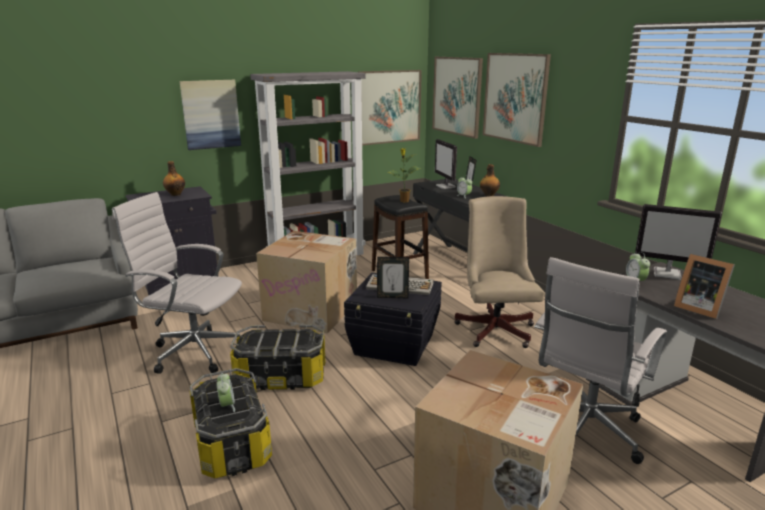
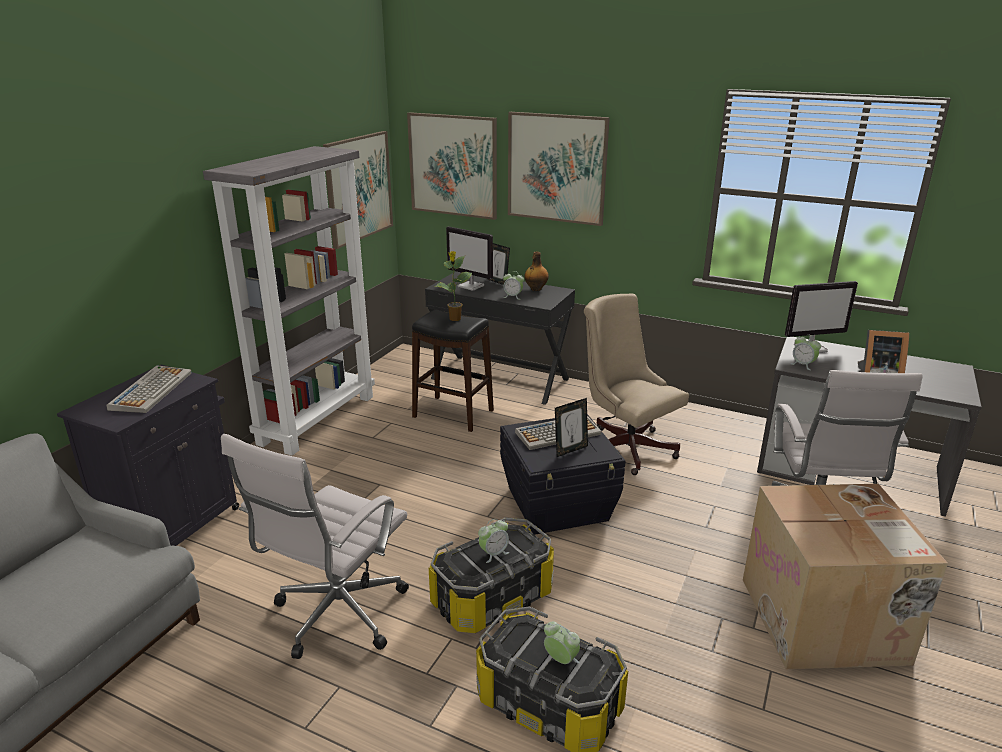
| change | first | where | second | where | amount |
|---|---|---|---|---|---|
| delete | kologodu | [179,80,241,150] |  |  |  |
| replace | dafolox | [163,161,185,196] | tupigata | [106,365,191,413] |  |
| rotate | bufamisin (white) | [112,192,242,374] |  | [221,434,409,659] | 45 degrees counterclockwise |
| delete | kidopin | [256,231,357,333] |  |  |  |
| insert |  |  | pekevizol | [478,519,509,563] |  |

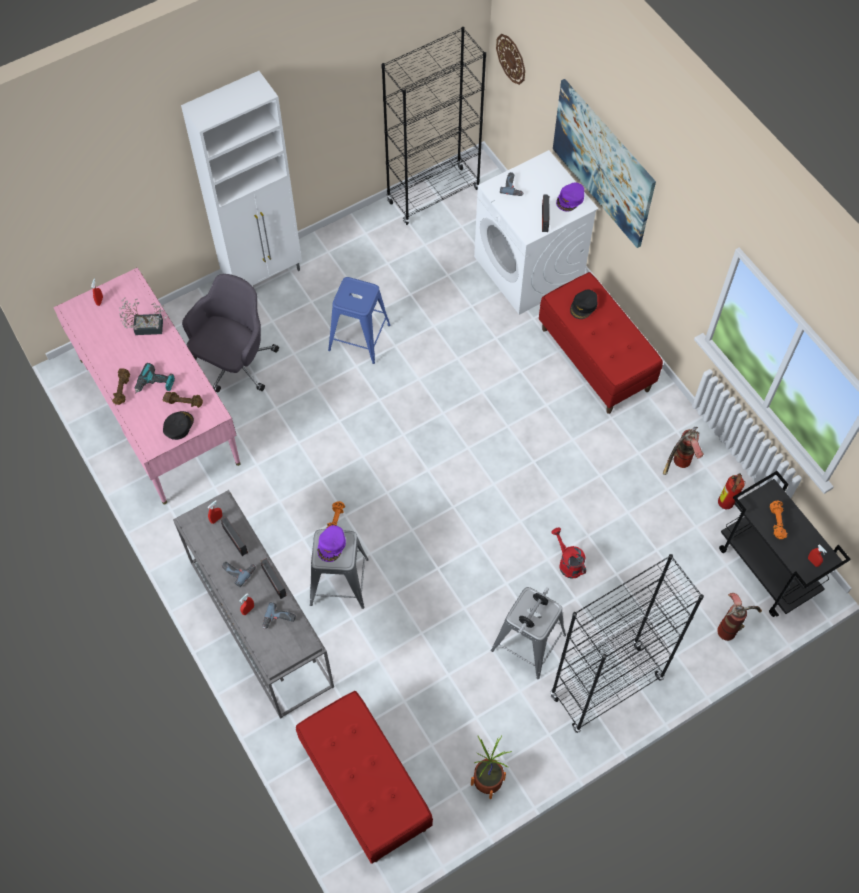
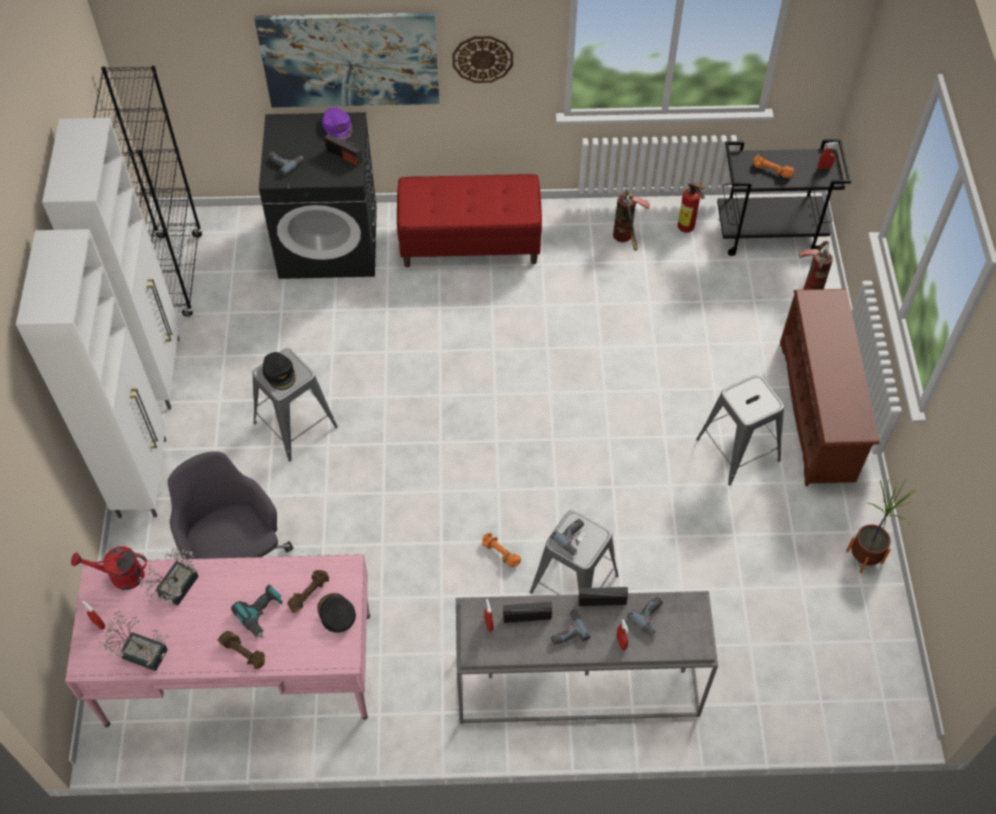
| change | first | where | second | where | amount |
|---|---|---|---|---|---|
| move | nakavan | [496,34,525,85] |  | [452,36,513,83] |  |
| recolor | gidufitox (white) | [474,150,599,315] | gidufitox (black) | [259,112,377,279] |  |
| recolor | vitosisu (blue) | [328,277,390,364] | vitosisu (grey) | [252,348,338,462] |  |
| move | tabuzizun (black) | [570,289,597,319] |  | [262,352,296,390] |  |
| replace | tabuzizun (purple) | [317,525,346,562] | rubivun | [550,519,584,555] |  |
| move | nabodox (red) | [551,528,586,579] |  | [71,546,147,590] |  |
| replace | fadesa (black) | [551,554,704,733] | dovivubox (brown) | [780,289,880,486] |  |
| delete | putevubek | [518,587,549,634] |  |  |  |
| delete | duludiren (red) | [296,691,433,864] |  |  |  |
| insert |  |  | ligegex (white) | [42,118,180,410] |  |
| insert |  |  | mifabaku | [99,611,170,671] |  |

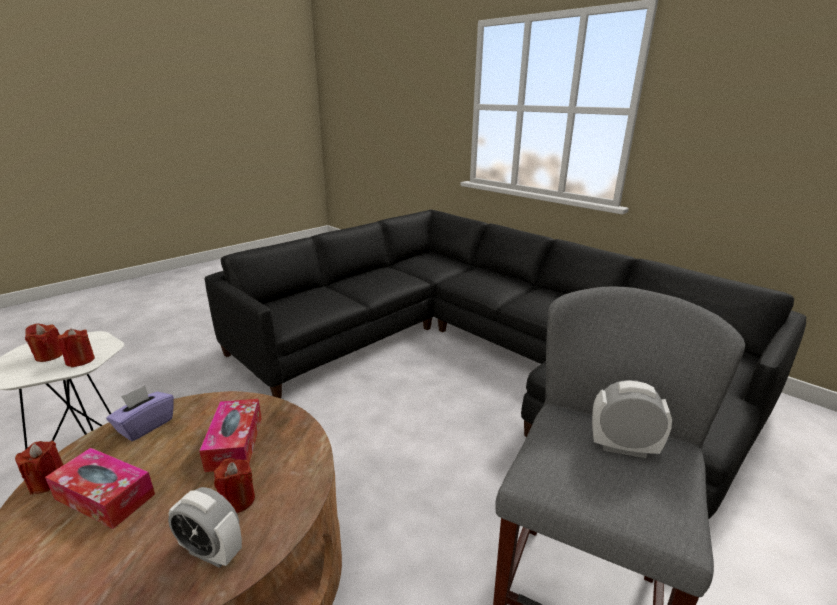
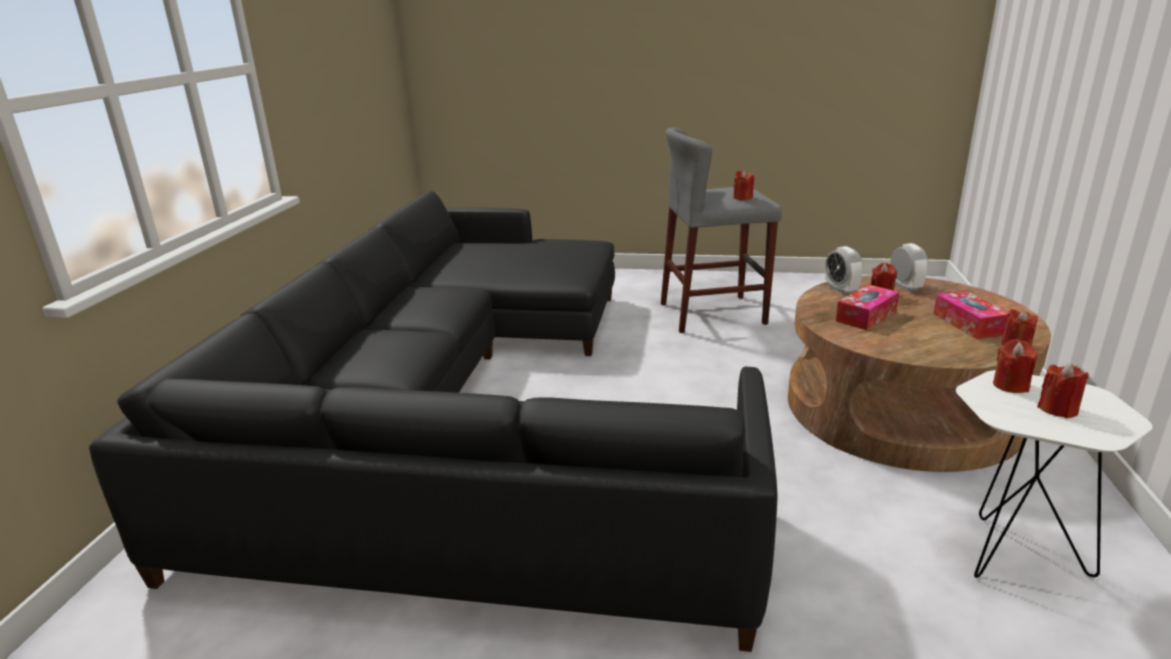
| change | first | where | second | where | amount |
|---|---|---|---|---|---|
| move | pekevizol | [592,380,672,458] |  | [825,246,863,294] |  |
| delete | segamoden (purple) | [106,385,174,441] |  |  |  |
| insert |  |  | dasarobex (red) | [733,170,754,200] |  |

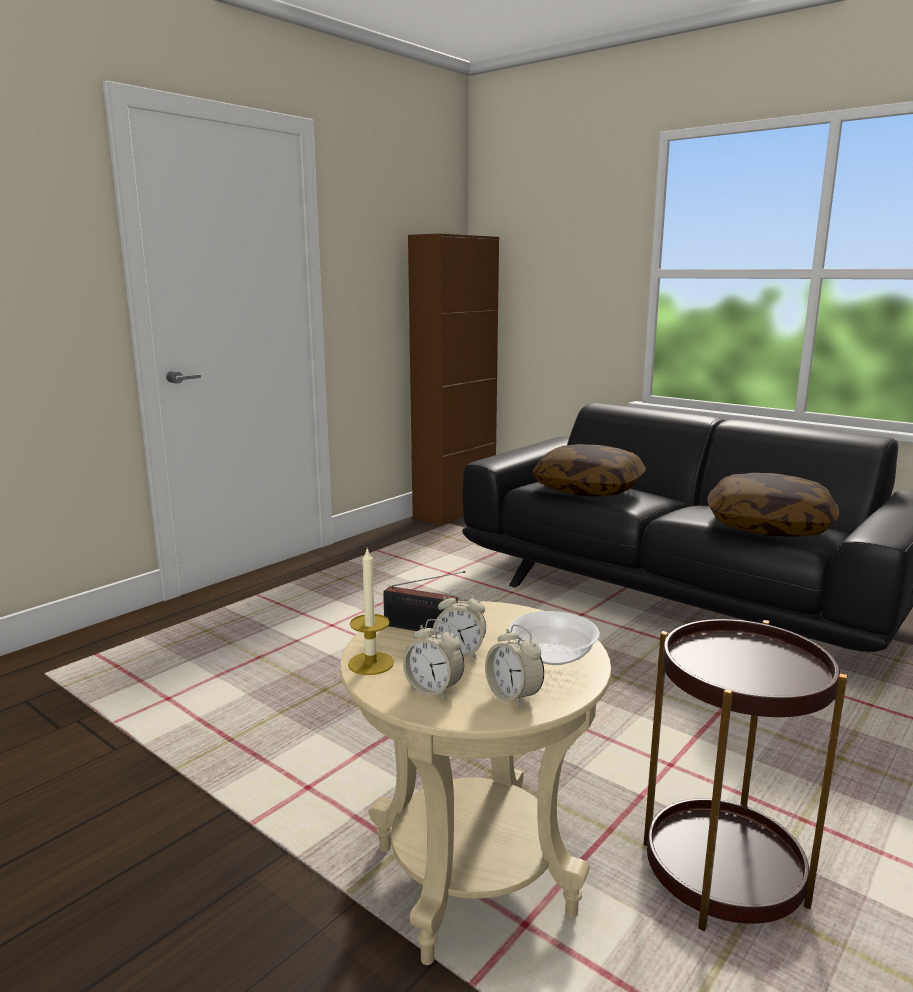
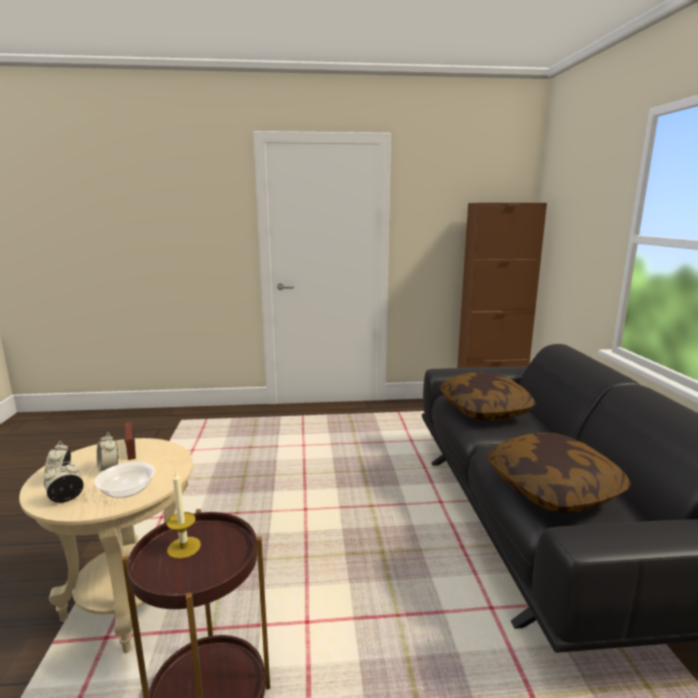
| change | first | where | second | where | amount |
|---|---|---|---|---|---|
| move | dasarobex | [348,548,394,675] |  | [167,470,201,559] |  |
| rotate | pekevizol | [485,624,544,708] |  | [44,462,84,503] | 45 degrees clockwise |

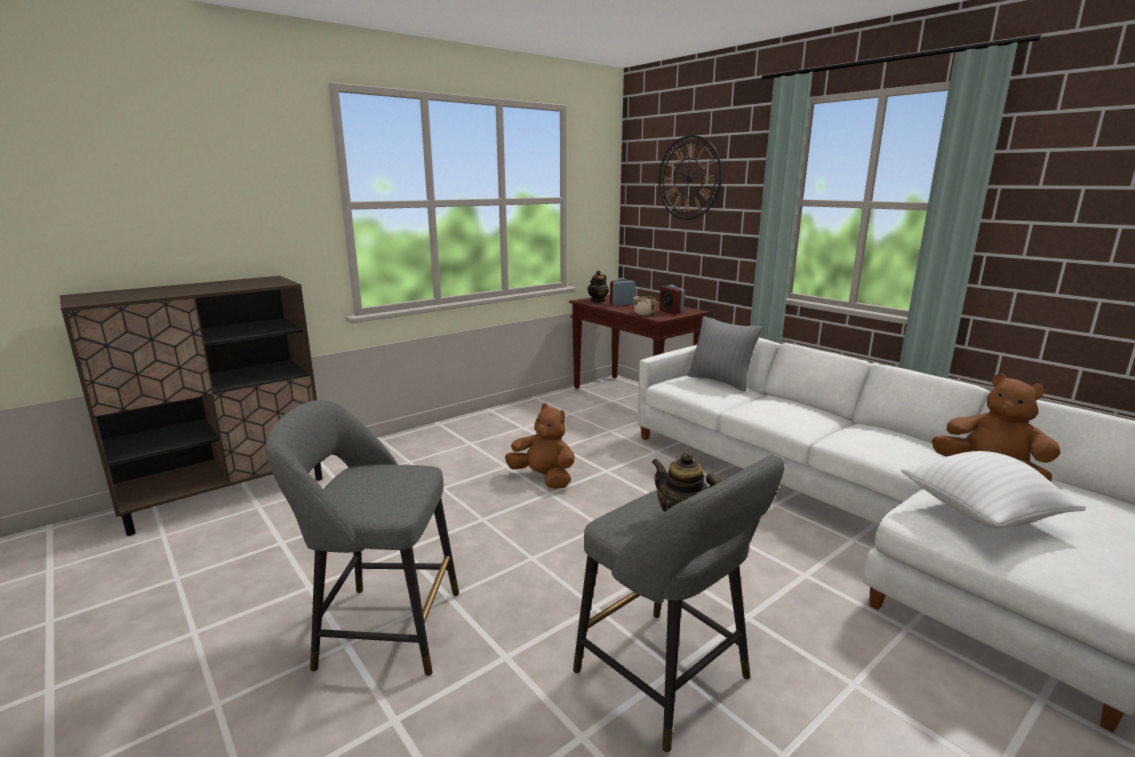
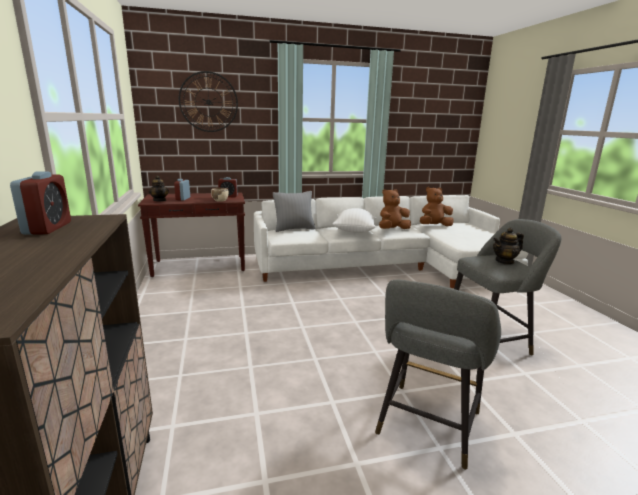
| change | first | where | second | where | amount |
|---|---|---|---|---|---|
| move | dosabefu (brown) | [505,403,575,489] |  | [379,189,411,229] |  |
| move | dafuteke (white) | [901,451,1086,528] |  | [333,208,377,233] |  |
| insert |  |  | pekevizol | [10,171,71,235] |  |

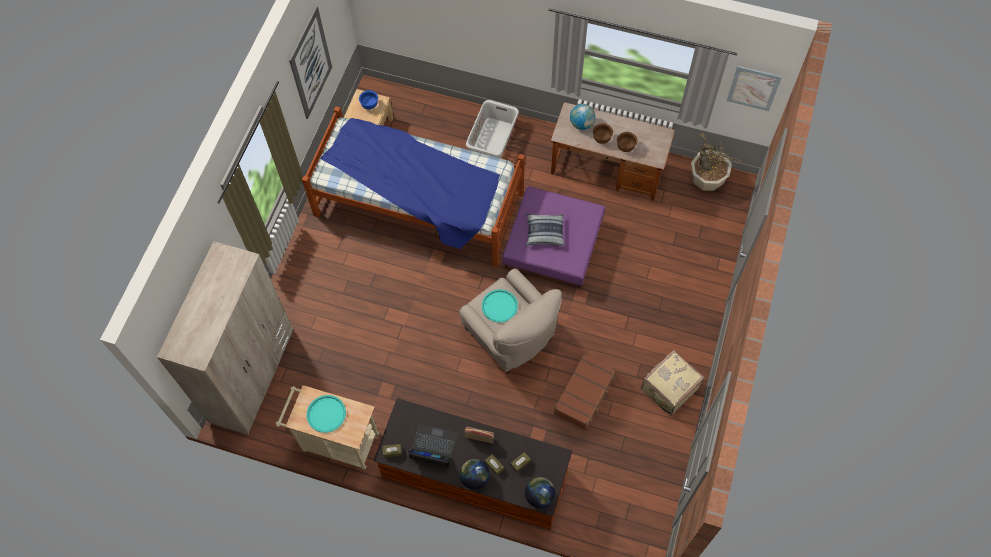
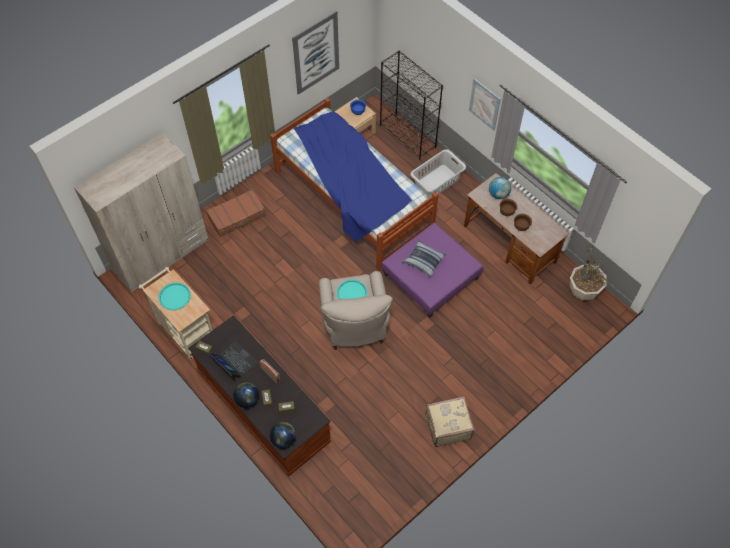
| change | first | where | second | where | amount |
|---|---|---|---|---|---|
| move | kologodu | [727,66,782,111] |  | [469,78,501,130] |  |
| move | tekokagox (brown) | [554,353,616,430] |  | [206,190,266,237] |  |
| insert |  |  | fadesa (black) | [380,50,443,160] |  |

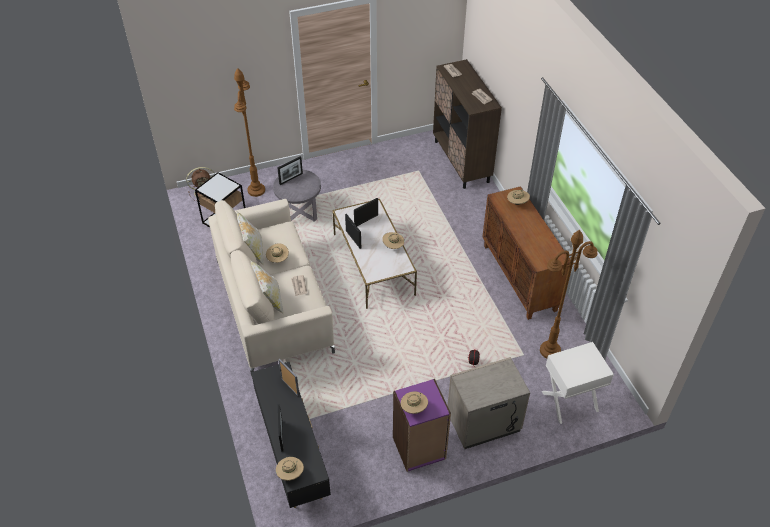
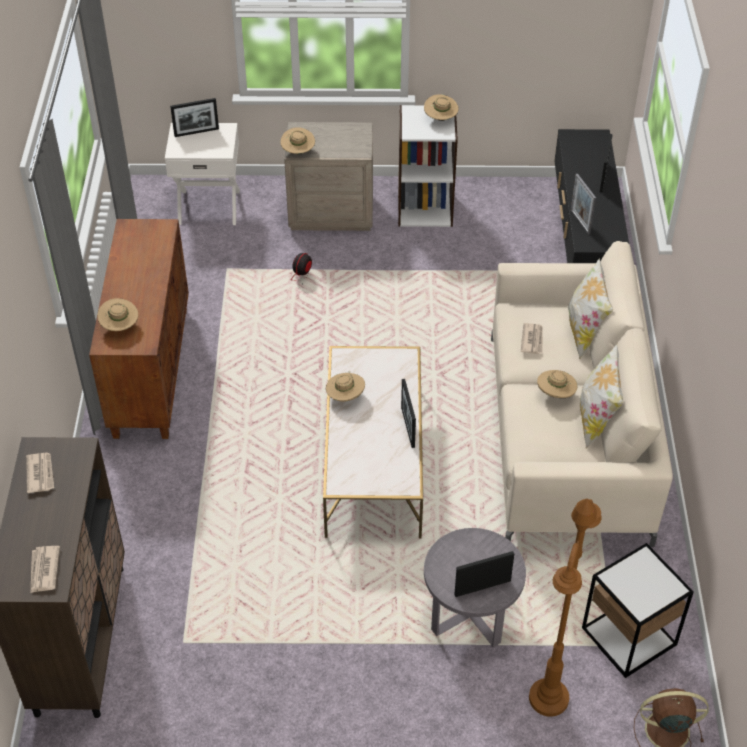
| change | first | where | second | where | amount |
|---|---|---|---|---|---|
| move | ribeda | [354,198,378,226] |  | [170,98,219,137] |  |
| delete | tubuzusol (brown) | [540,230,598,358] |  |  |  |
| recolor | fadesa (purple) | [393,379,451,472] | fadesa (white) | [398,105,458,227] |  |
| move | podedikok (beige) | [276,457,304,481] |  | [280,127,315,154] |  |

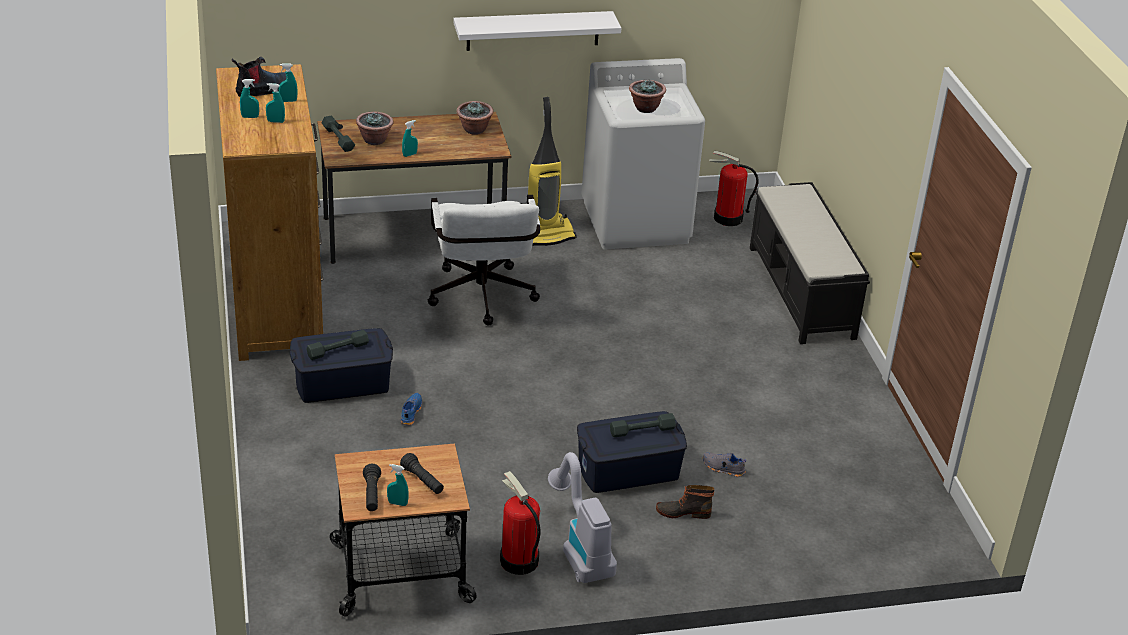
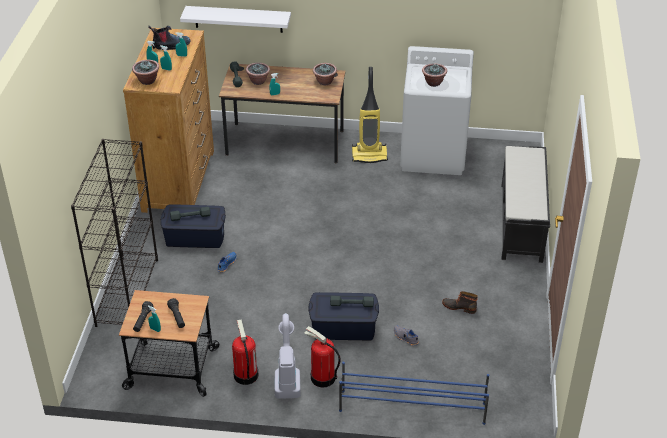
| change | first | where | second | where | amount |
|---|---|---|---|---|---|
| move | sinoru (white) | [453,11,621,51] |  | [180,6,291,33] |  |
| move | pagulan | [709,151,759,226] |  | [304,326,341,387] |  |
| delete | bufamisin (white) | [427,195,540,326] |  |  |  |
| move | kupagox | [656,485,715,519] |  | [442,291,478,314] |  |
| insert |  |  | mifabaku | [132,60,159,85] |  |
| insert |  |  | fadesa (black) | [71,139,158,327] |  |
| insert |  |  | dovivubox (blue) | [339,362,489,425] |  |

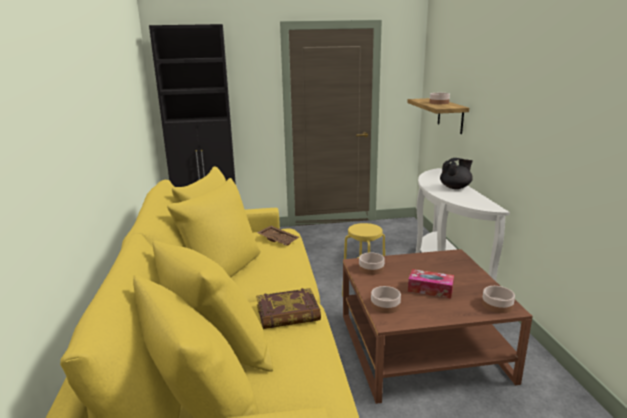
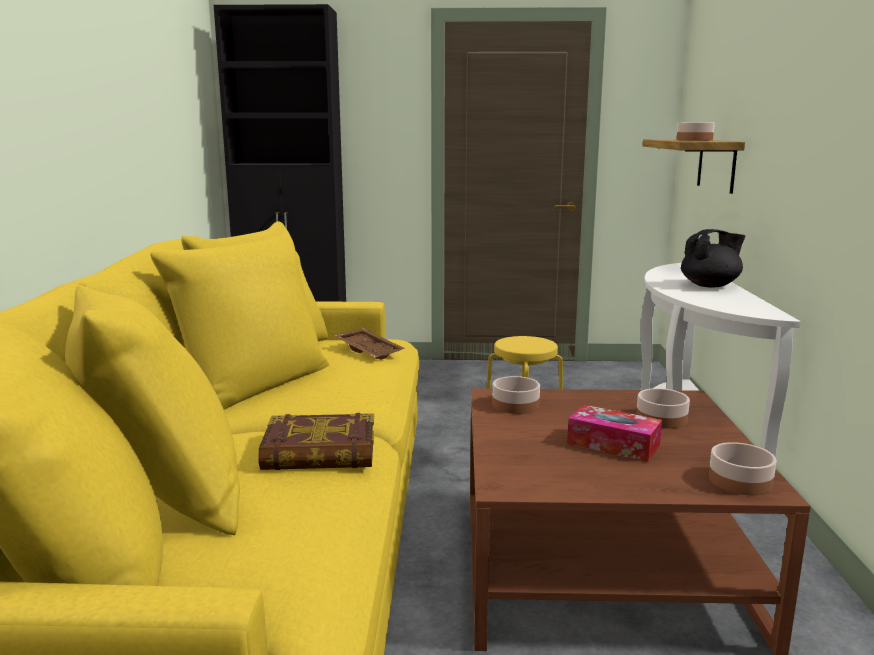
| change | first | where | second | where | amount |
|---|---|---|---|---|---|
| move | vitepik | [371,286,401,314] |  | [636,388,690,429] |  |

